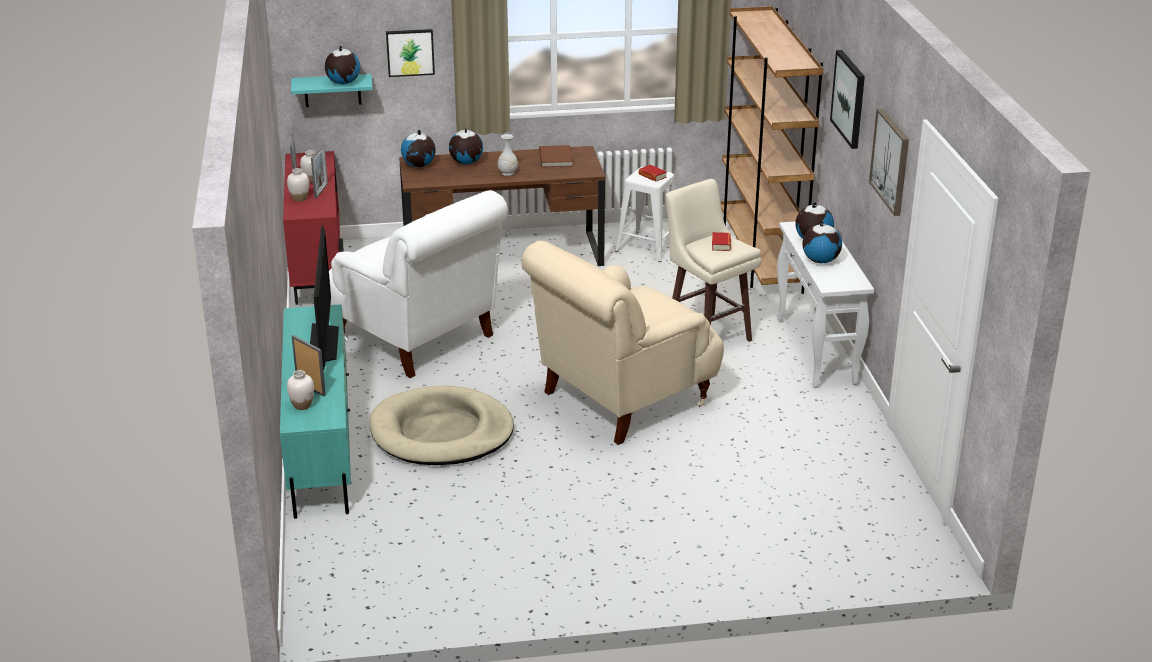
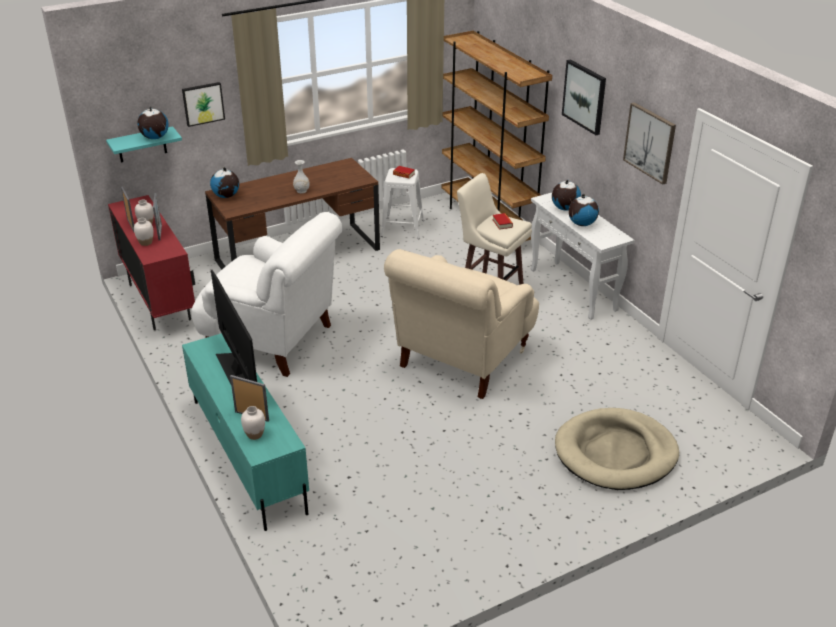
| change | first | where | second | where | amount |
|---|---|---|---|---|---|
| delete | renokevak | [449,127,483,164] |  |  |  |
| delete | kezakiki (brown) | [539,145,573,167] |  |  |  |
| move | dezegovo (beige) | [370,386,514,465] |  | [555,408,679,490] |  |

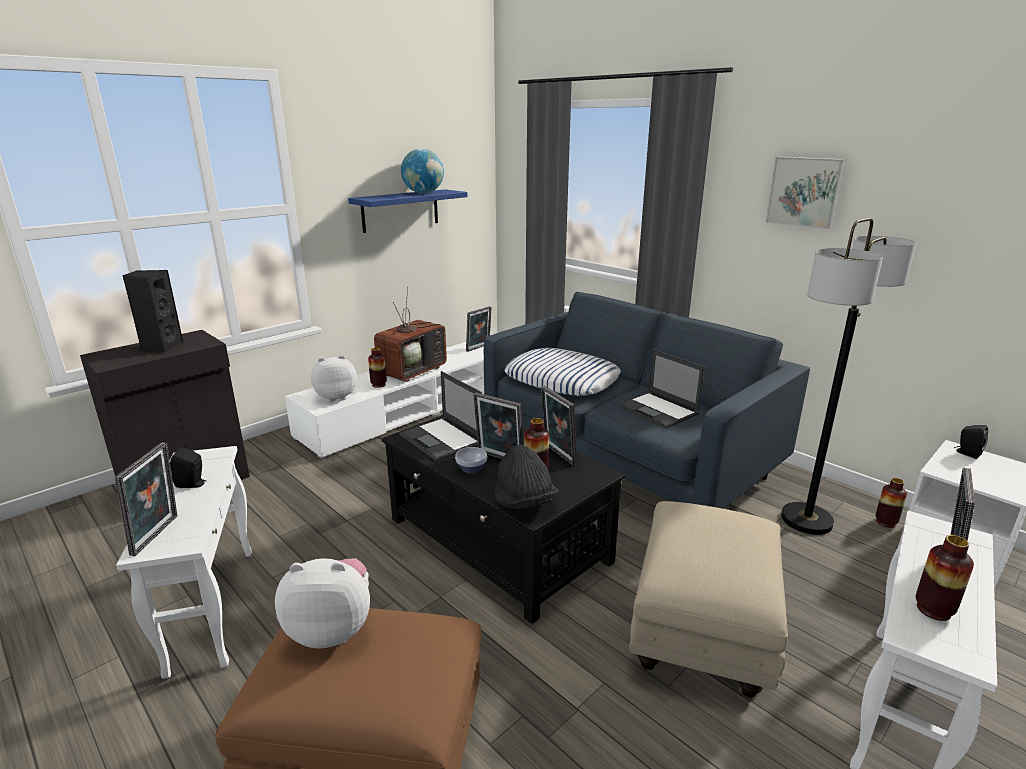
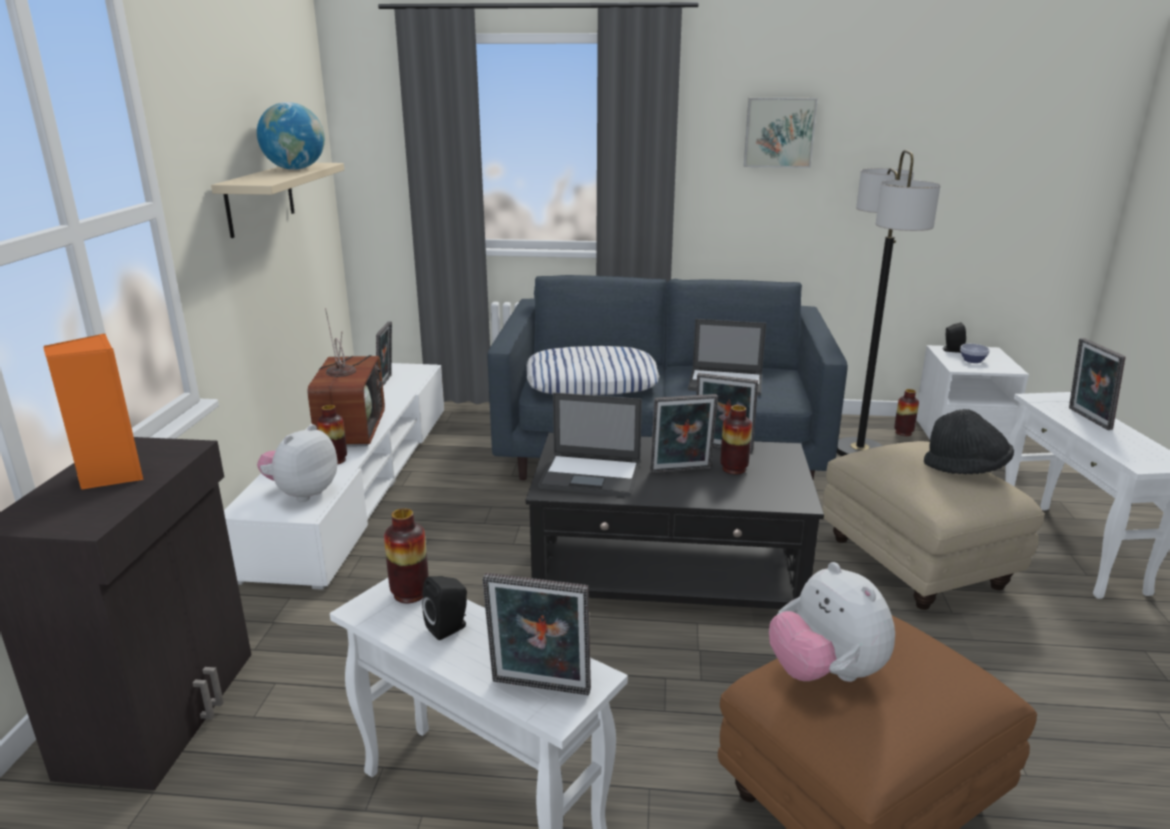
| change | first | where | second | where | amount |
|---|---|---|---|---|---|
| recolor | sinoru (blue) | [348,189,468,233] | sinoru (beige) | [211,163,344,238] |  |
| recolor | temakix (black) | [122,270,183,353] | temakix (orange) | [43,334,143,489] |  |
| rotate | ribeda | [115,442,177,556] |  | [482,573,591,695] | 135 degrees clockwise |
| move | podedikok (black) | [494,445,559,509] |  | [924,409,1014,474] |  |
| move | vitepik | [455,447,487,473] |  | [960,344,990,363] |  |
| move | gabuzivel | [916,535,974,621] |  | [384,508,429,603] |  |
| rotate | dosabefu | [275,558,370,649] |  | [769,562,895,682] | 75 degrees counterclockwise |

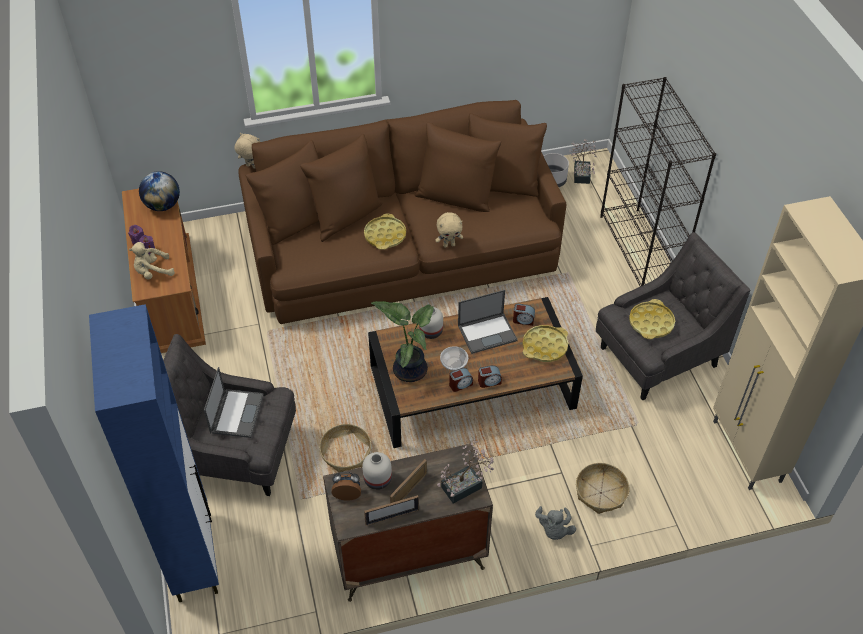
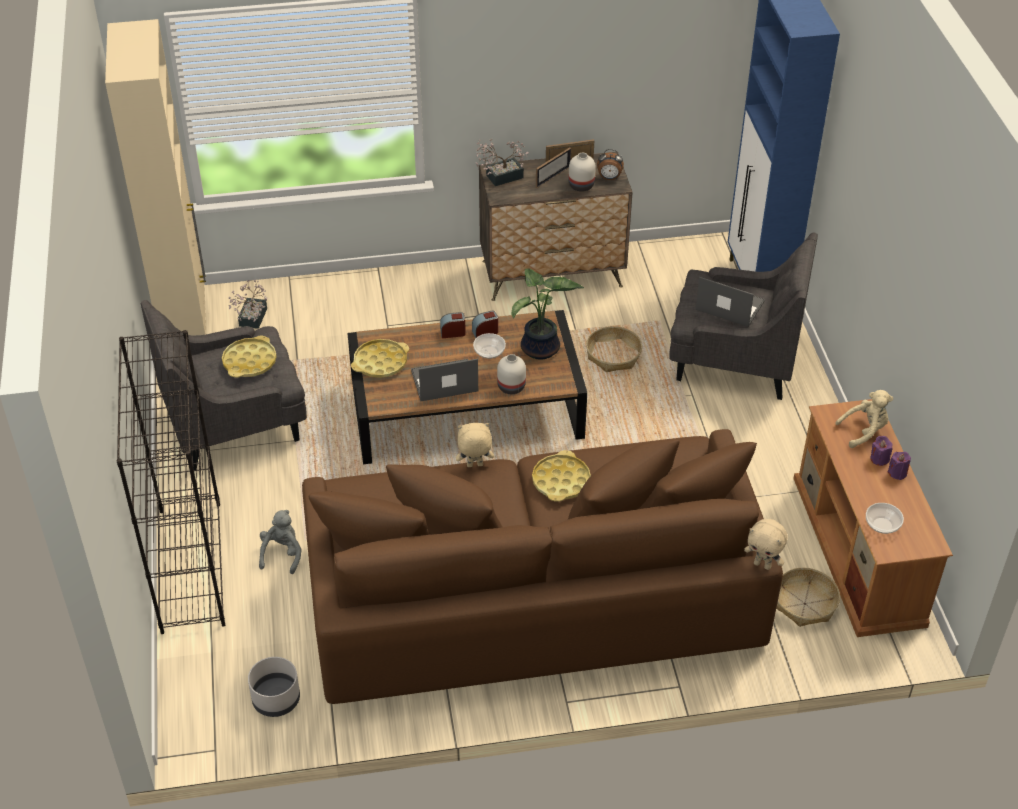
| change | first | where | second | where | amount |
|---|---|---|---|---|---|
| move | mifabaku | [569,139,597,184] |  | [228,279,267,329] |  |
| replace | renokevak | [139,171,180,211] | vitepik | [866,503,904,534] |  |
| delete | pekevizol | [513,303,535,326] |  |  |  |
| rotate | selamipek | [204,367,264,438] |  | [696,277,765,327] | 105 degrees clockwise |
| move | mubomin | [576,463,629,514] |  | [776,568,840,627] |  |
| move | dosabefu (grey) | [535,506,576,540] |  | [259,510,302,574] |  |

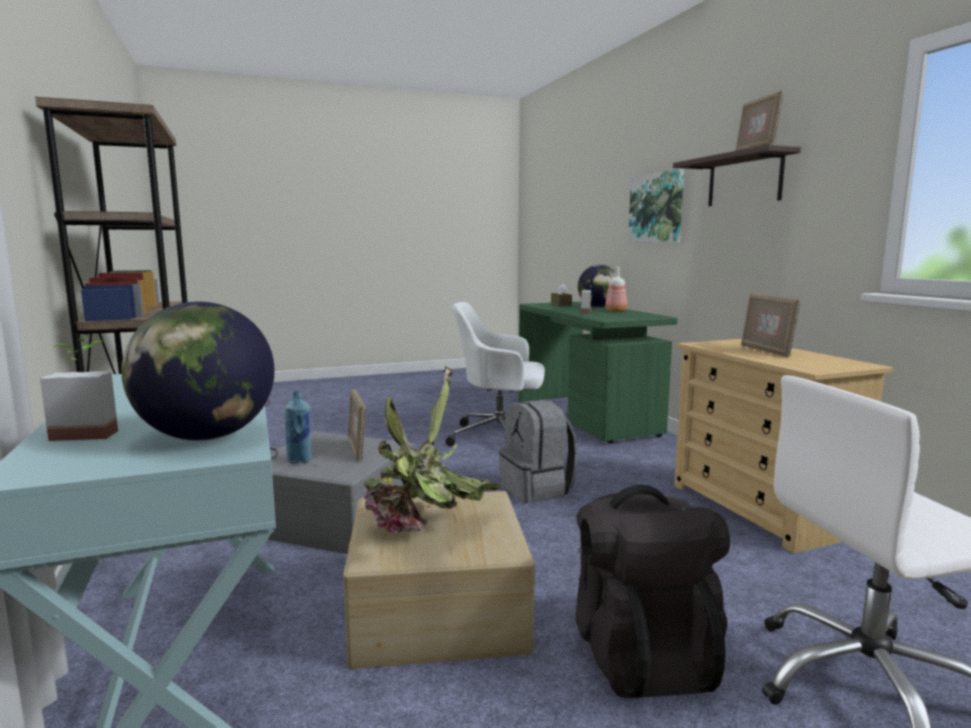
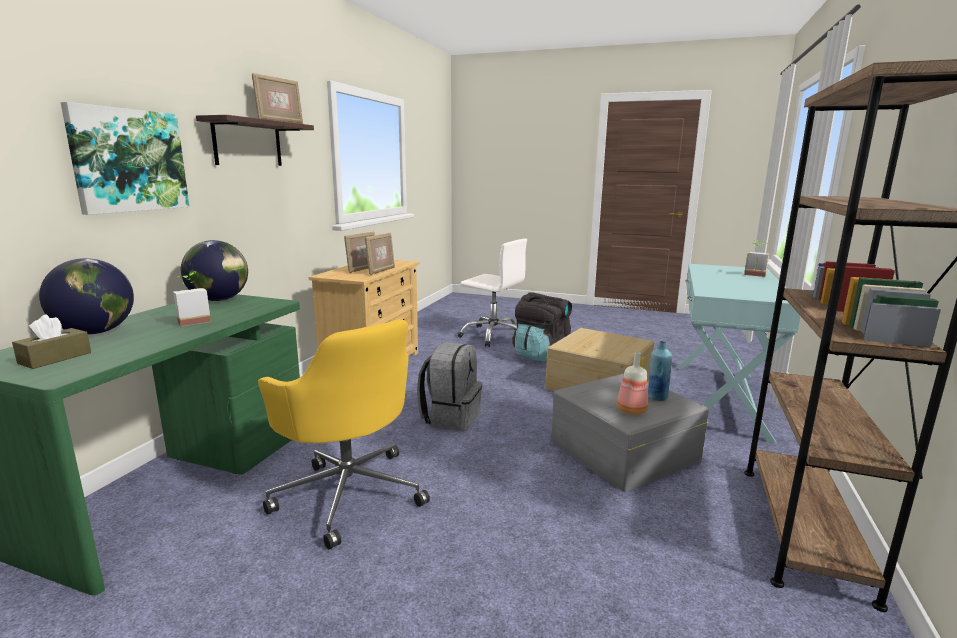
| change | first | where | second | where | amount |
|---|---|---|---|---|---|
| move | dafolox | [605,267,627,312] |  | [617,352,648,415] |  |
| move | renokevak | [122,302,275,441] |  | [181,240,248,301] |  |
| recolor | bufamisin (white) | [446,302,545,447] | bufamisin (yellow) | [258,319,430,549] |  |
| delete | mifabaku | [363,366,501,534] |  |  |  |
| move | ribeda | [348,389,366,463] |  | [365,232,395,275] |  |

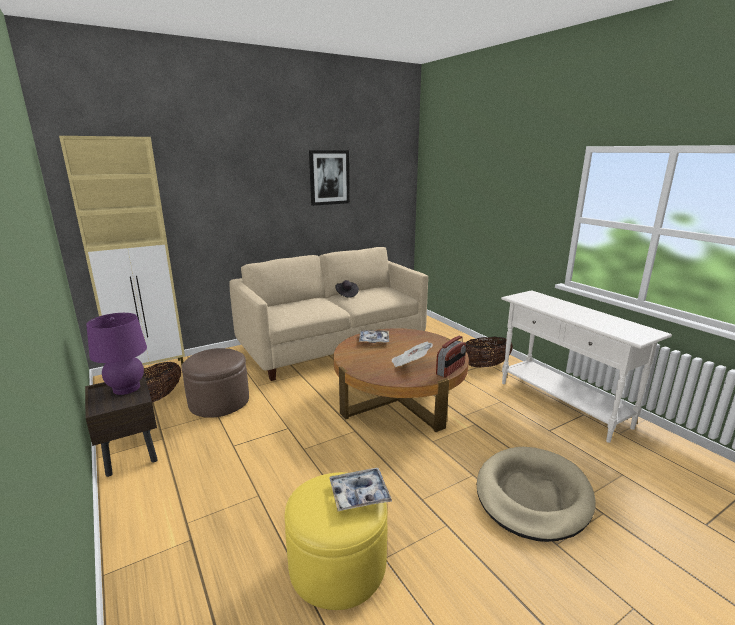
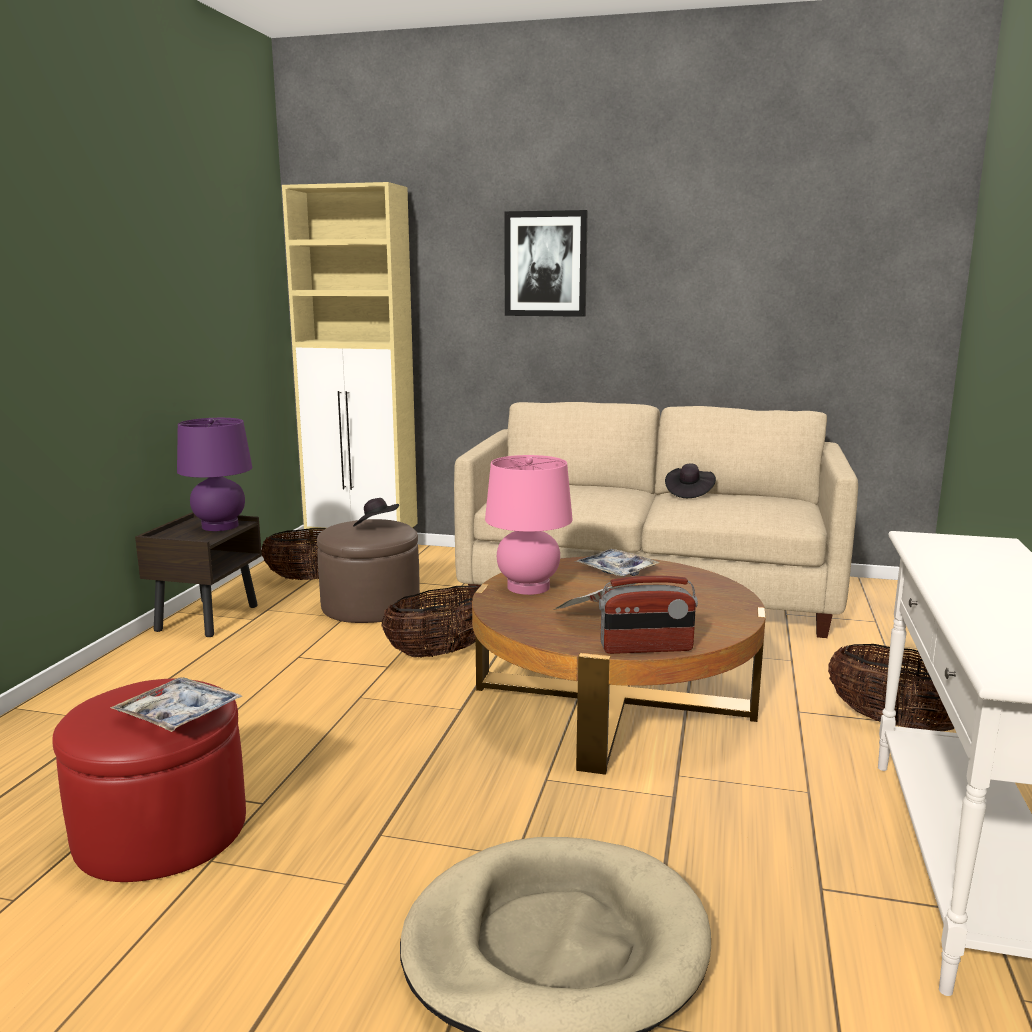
| change | first | where | second | where | amount |
|---|---|---|---|---|---|
| move | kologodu | [309,150,350,206] |  | [504,210,588,317] |  |
| recolor | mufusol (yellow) | [285,472,387,610] | mufusol (red) | [52,679,246,882] |  |
| insert |  |  | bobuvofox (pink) | [485,455,573,595] |  |
| insert |  |  | podedikok (black) | [353,498,399,527] |  |
| insert |  |  | mubomin | [382,586,478,657] |  |

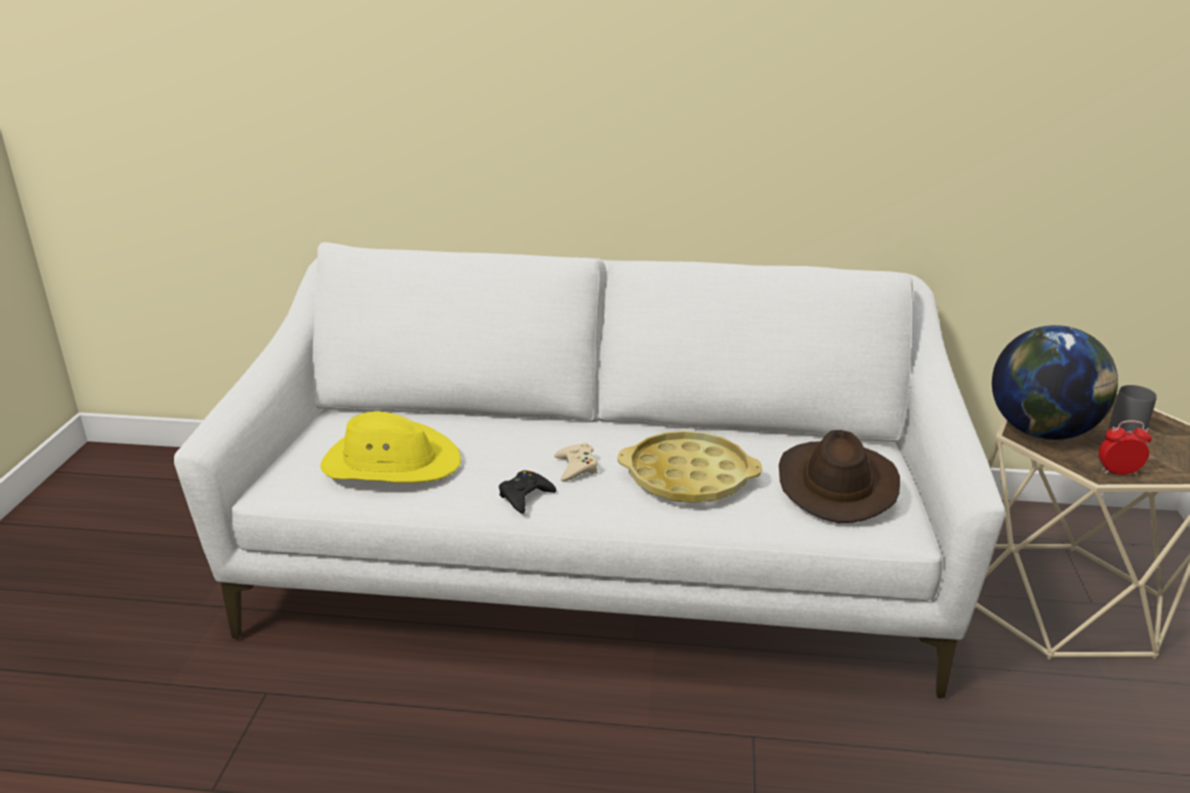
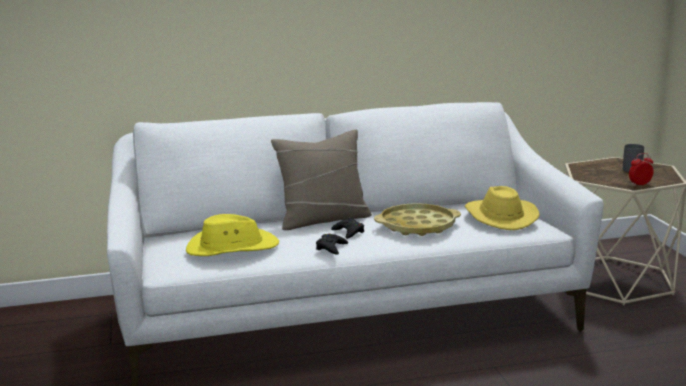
| change | first | where | second | where | amount |
|---|---|---|---|---|---|
| delete | renokevak | [992,325,1118,440] |  |  |  |
| recolor | podedikok (brown) | [779,430,900,523] | podedikok (yellow) | [465,186,540,230] |  |
| recolor | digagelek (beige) | [554,443,598,481] | digagelek (black) | [331,217,364,239] |  |
| insert |  |  | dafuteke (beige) | [271,129,372,230] |  |

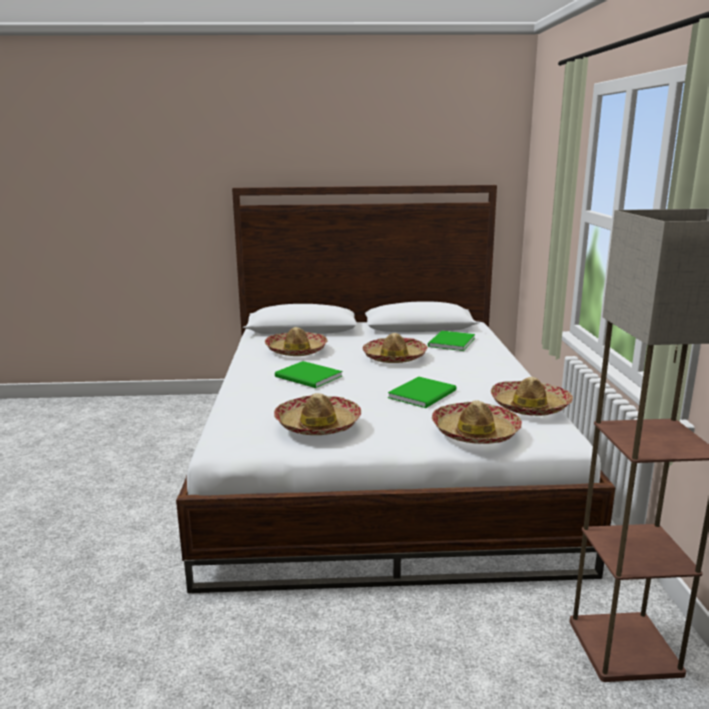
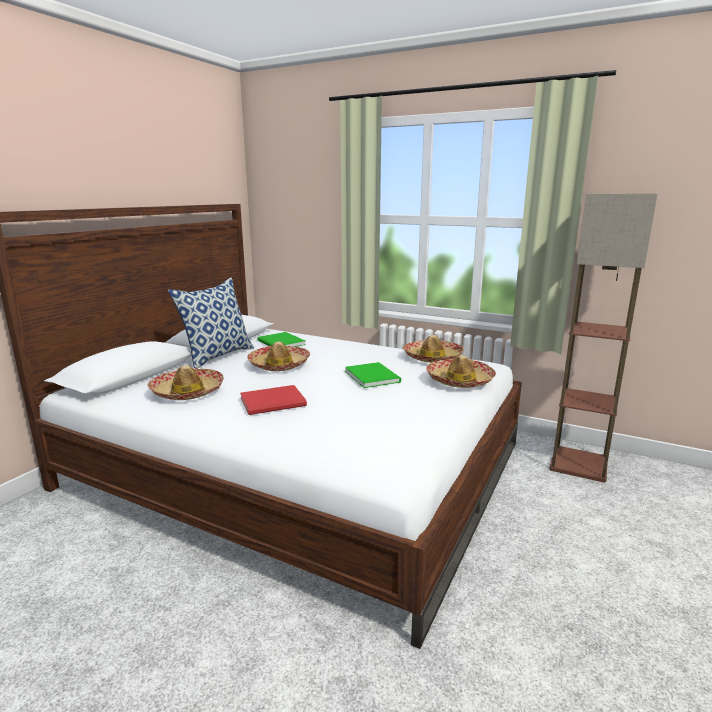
| change | first | where | second | where | amount |
|---|---|---|---|---|---|
| recolor | kezakiki (green) | [275,361,342,388] | kezakiki (red) | [240,385,307,415] |  |
| delete | podedikok | [274,393,361,435] |  |  |  |
| insert |  |  | dafuteke | [168,278,254,369] |  |

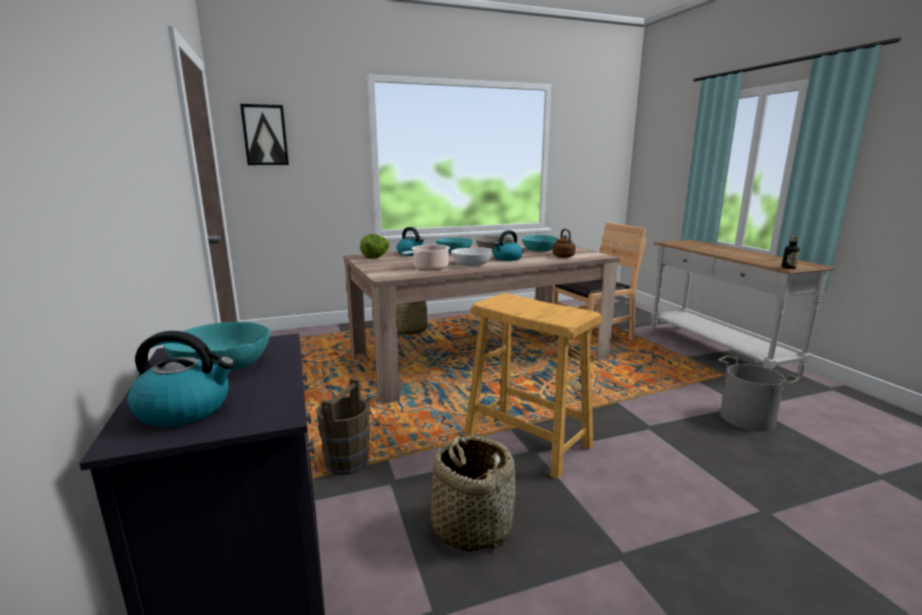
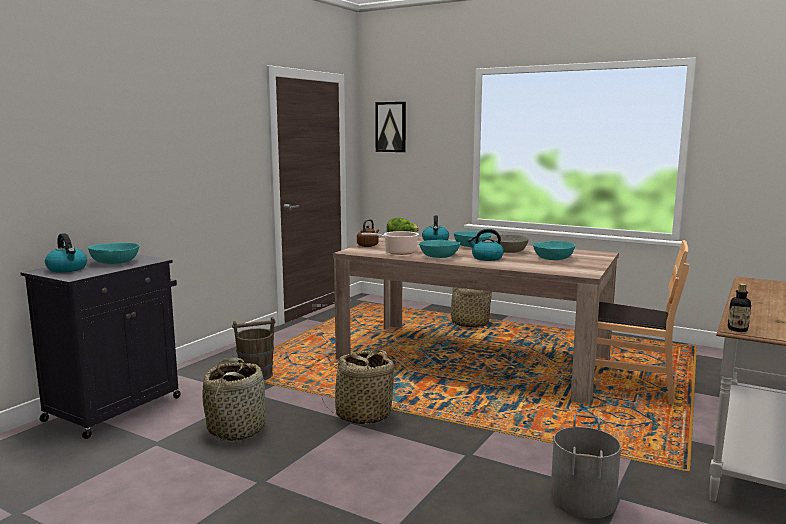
| change | first | where | second | where | amount |
|---|---|---|---|---|---|
| move | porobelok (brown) | [553,229,576,258] |  | [357,219,379,247] |  |
| recolor | vitepik (white) | [451,247,492,266] | vitepik (turquoise) | [419,240,460,258] |  |
| replace | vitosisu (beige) | [465,293,603,479] | mubomin | [321,350,400,425] |  |

